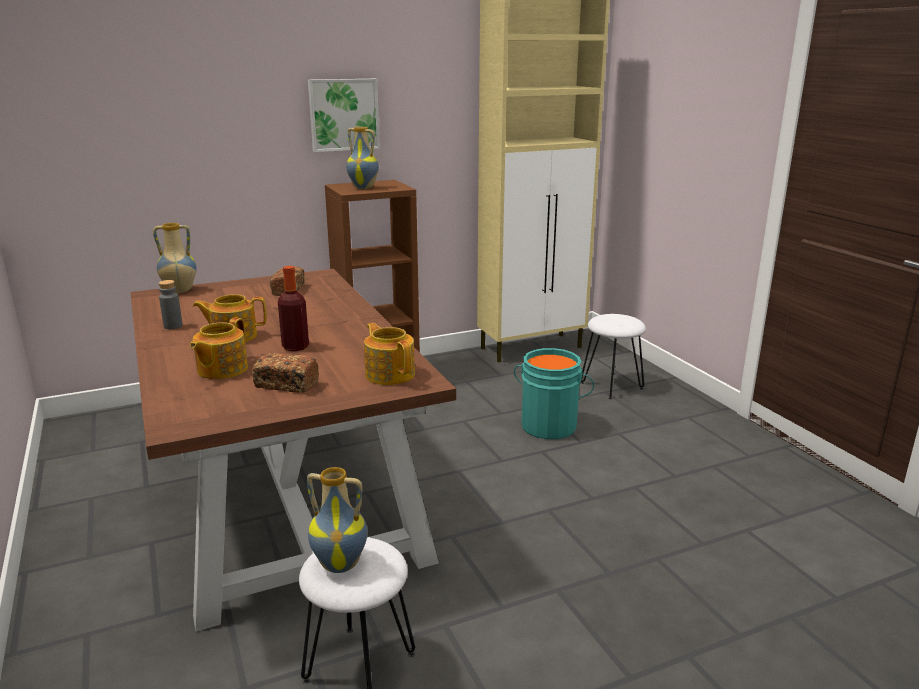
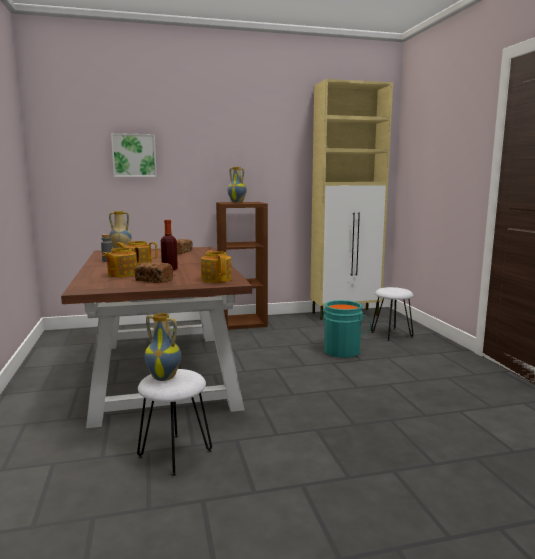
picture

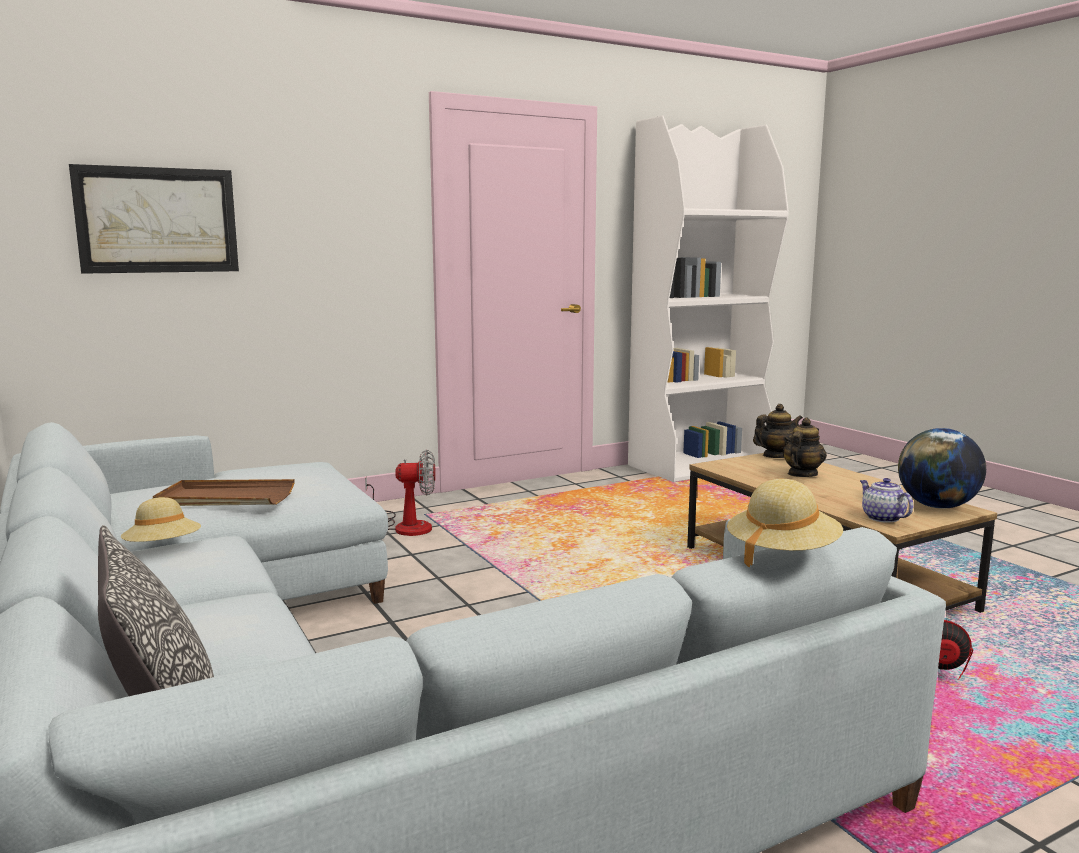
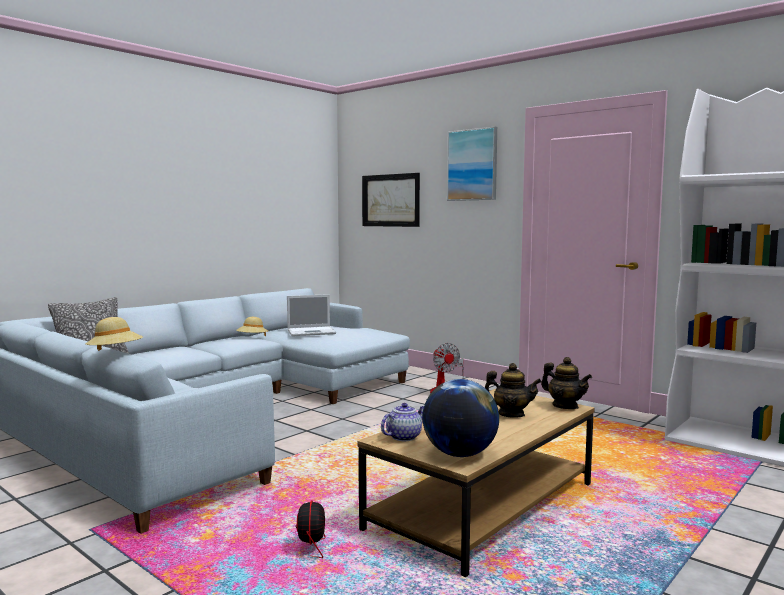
portable computer
picture (no. 2 from left)

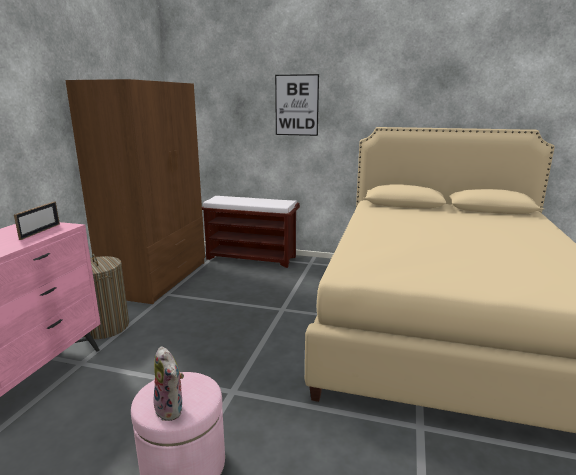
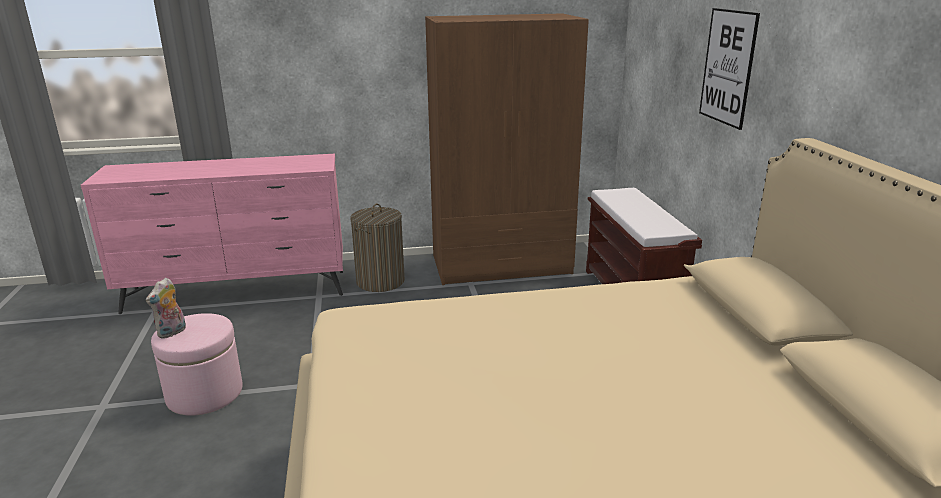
photo frame

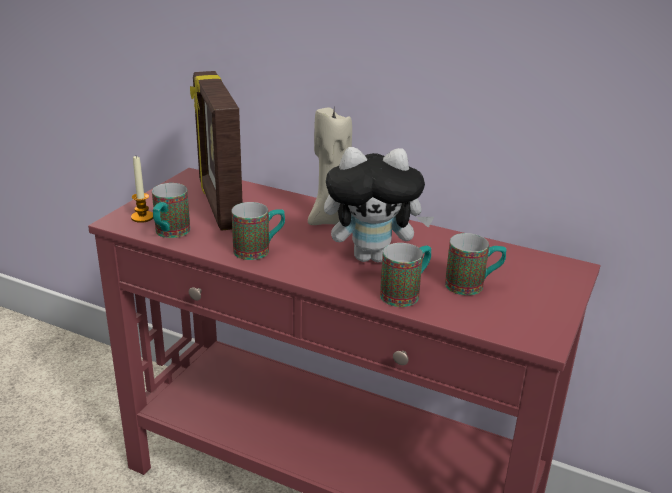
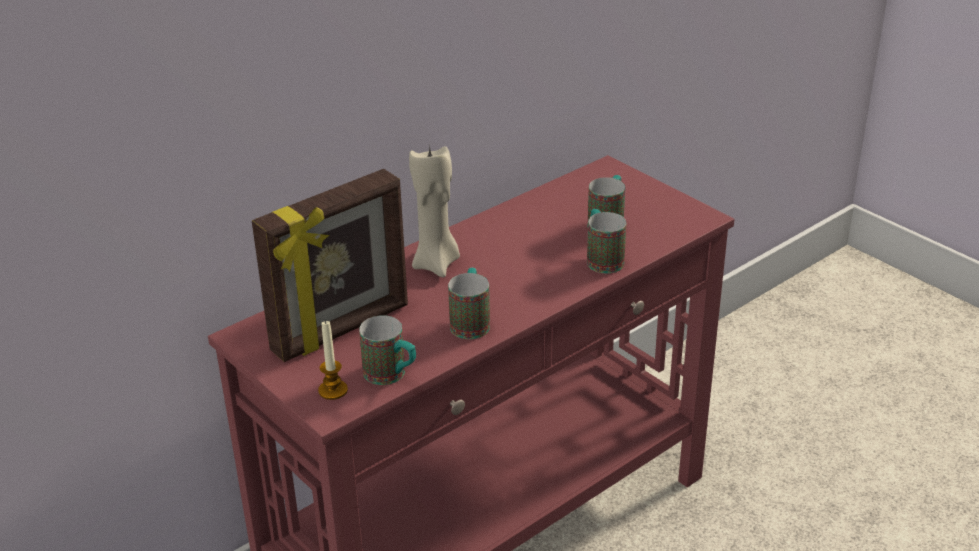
photo frame
soft toy

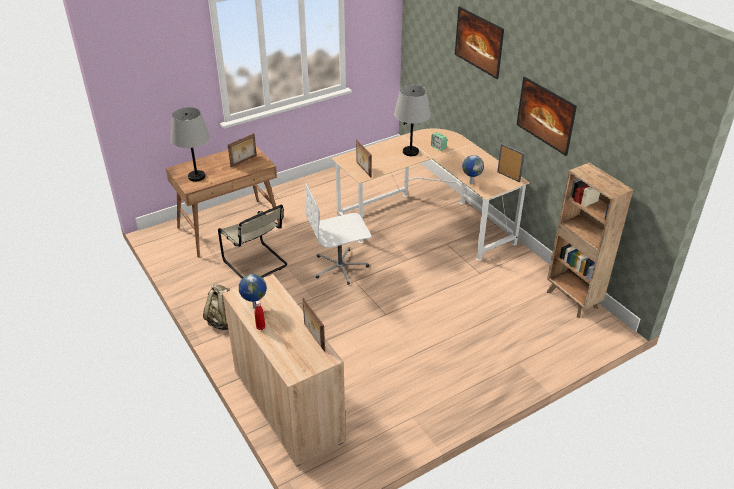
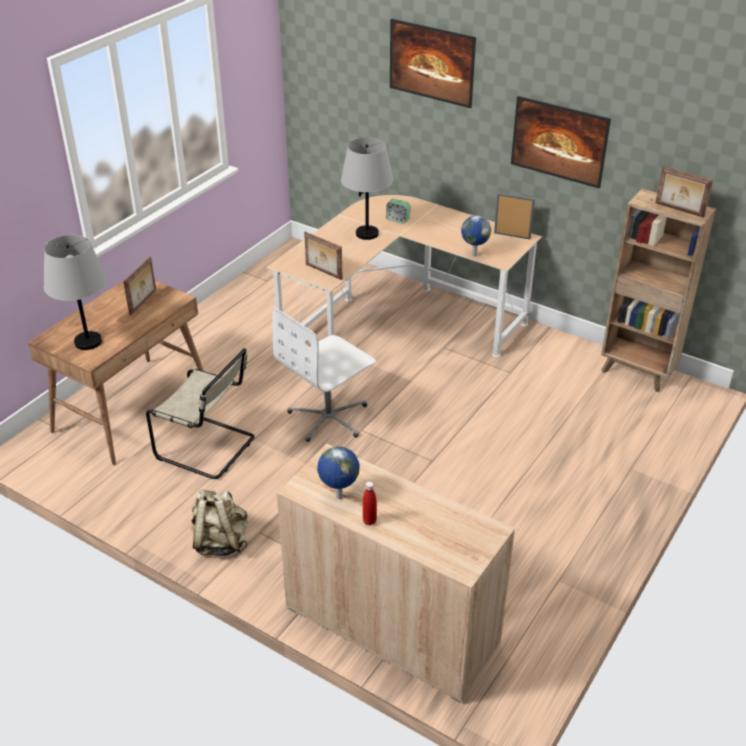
photo frame (no. 4 from left)

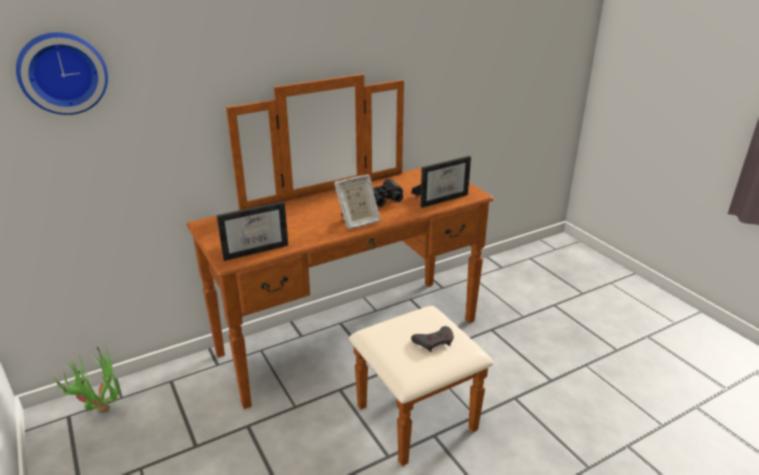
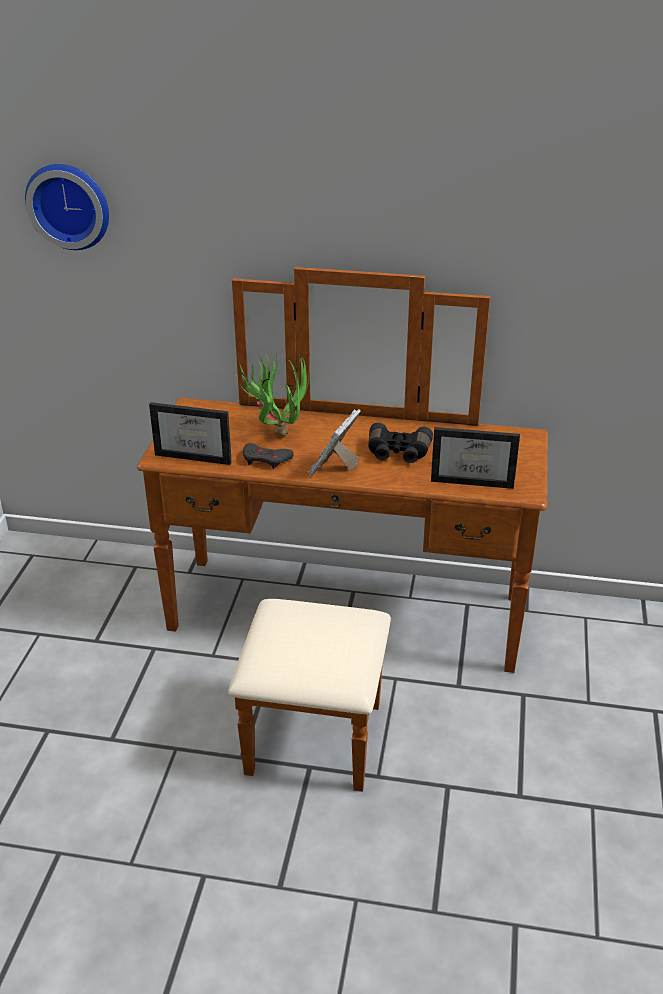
photo frame (no. 2 from left)
grey joypad
potted plant

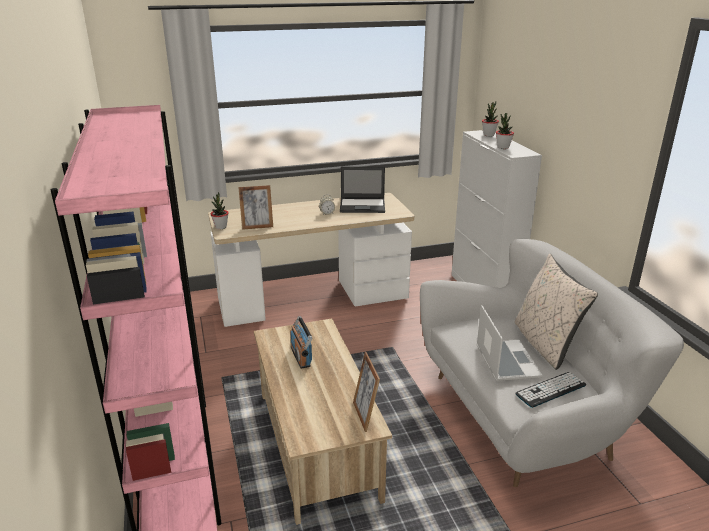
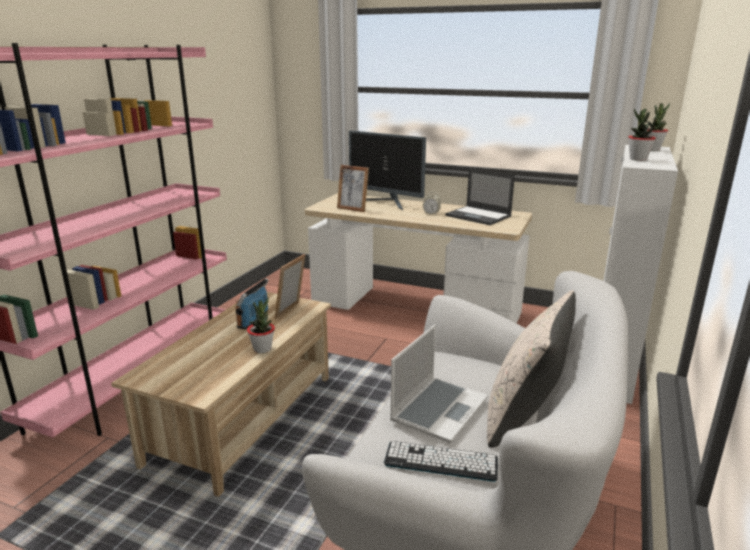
potted plant (no. 1 from left)
photo frame (no. 1 from left)
monitor

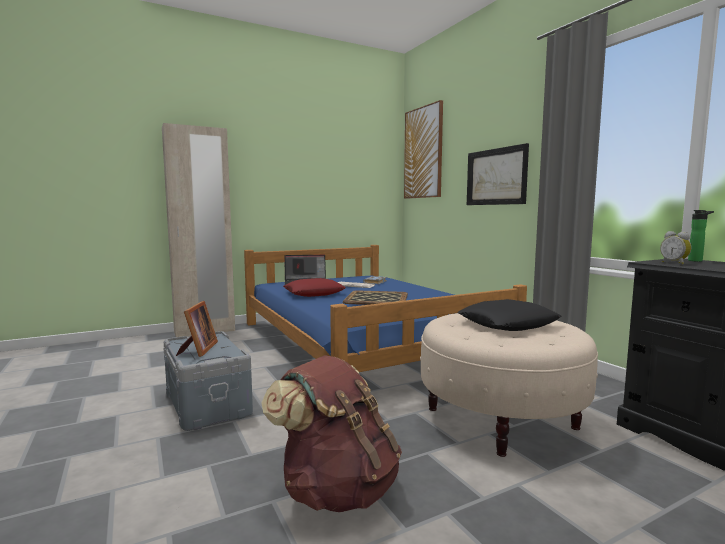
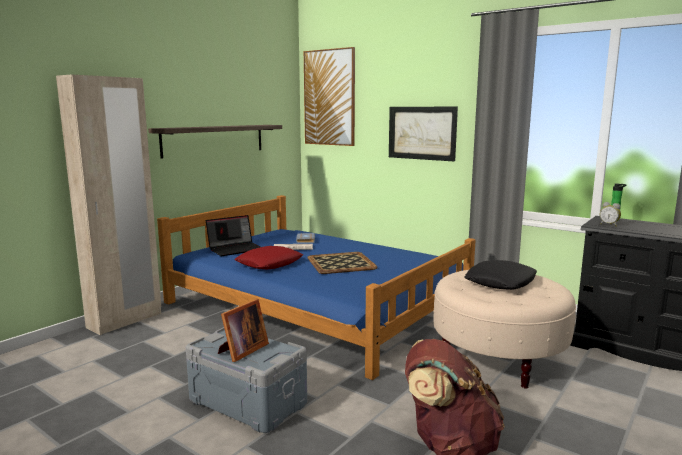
photo frame
shelf

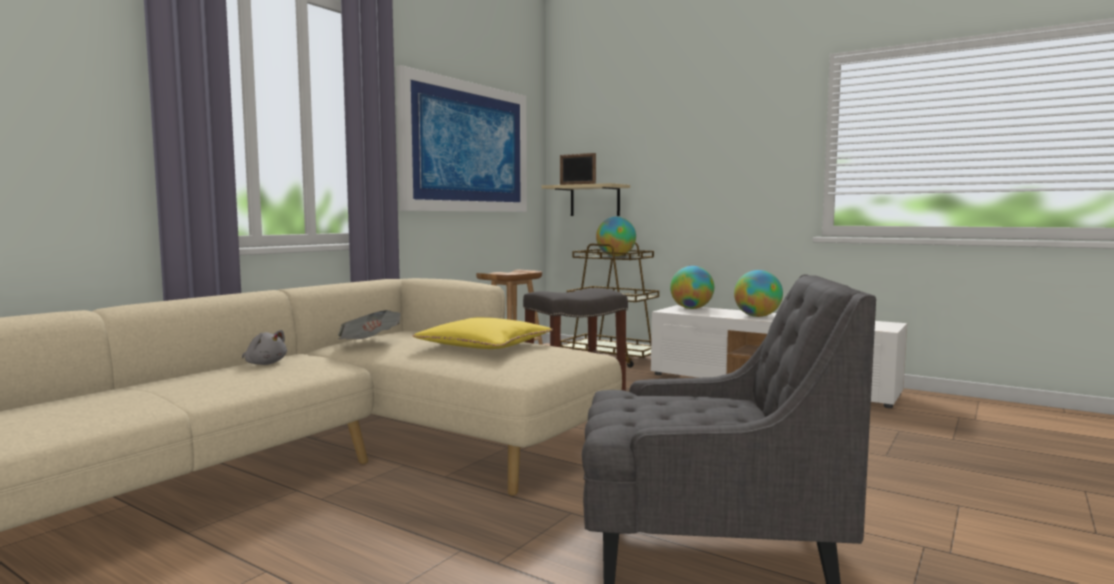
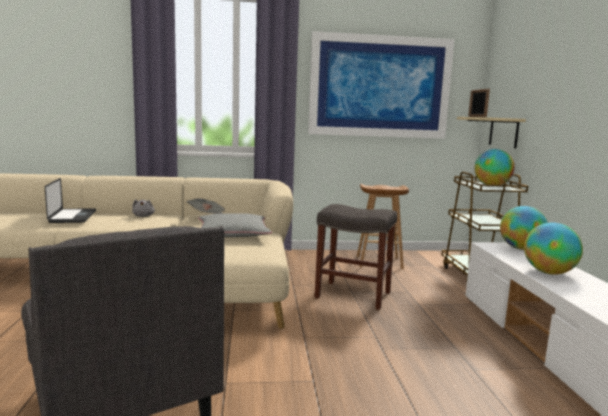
grey pillow
portable computer

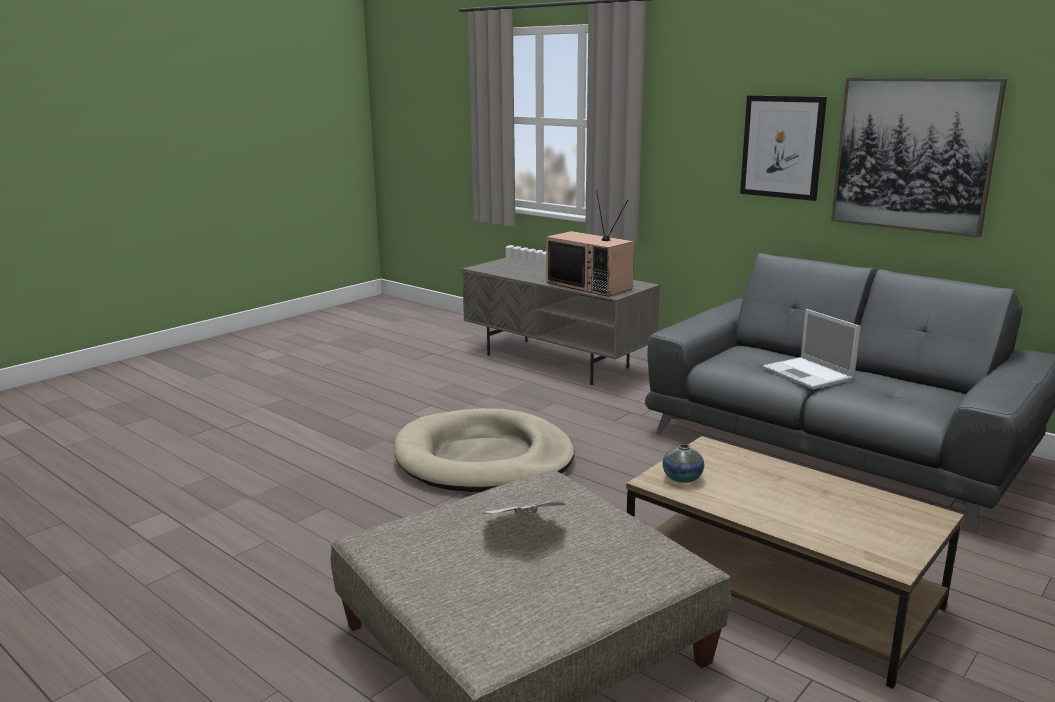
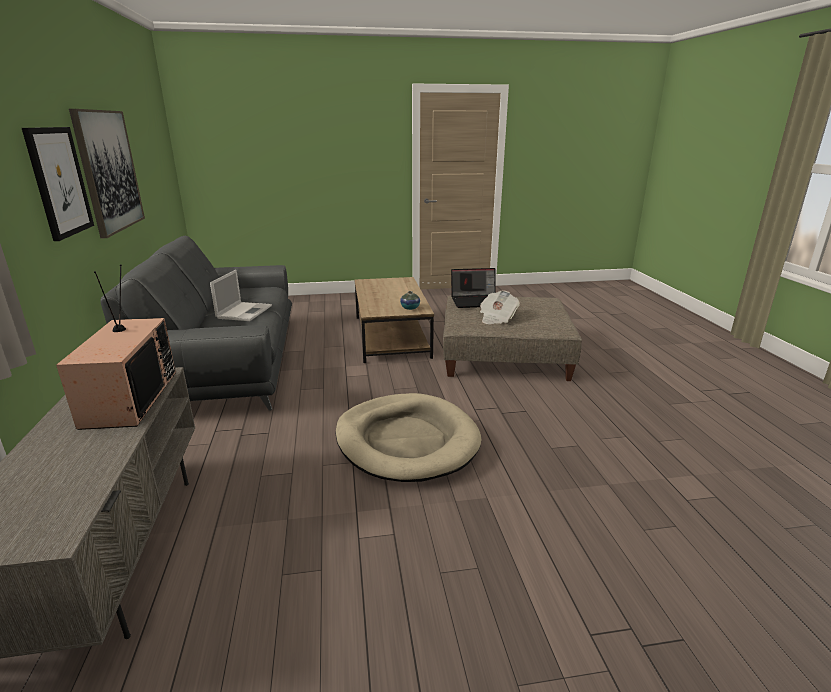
portable computer (no. 2 from left)

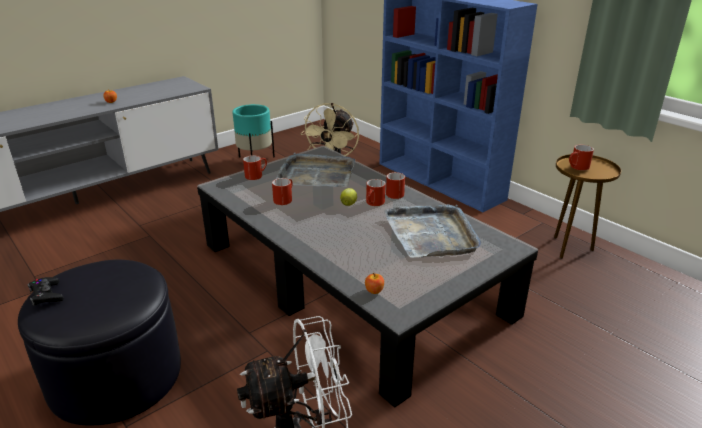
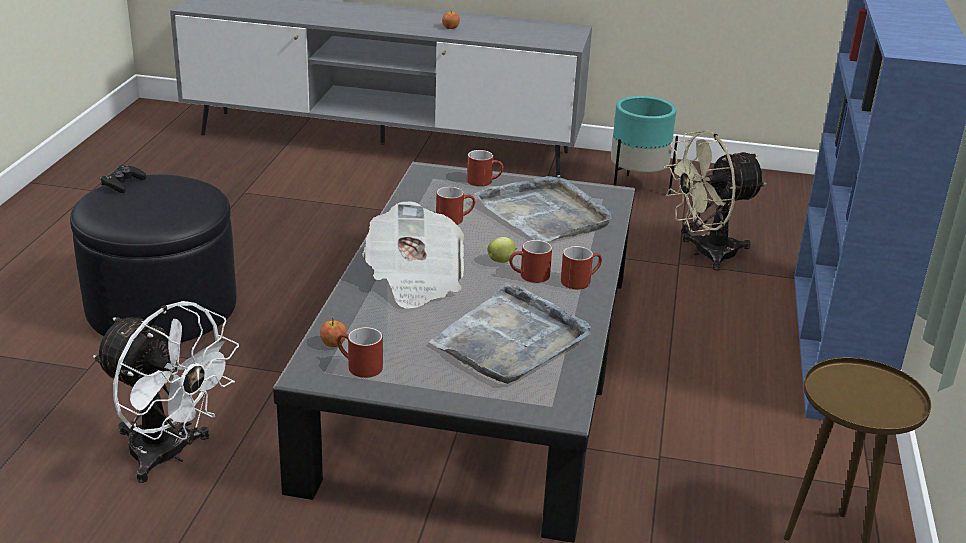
red-coloured mug (no. 1 from left)
printed paper

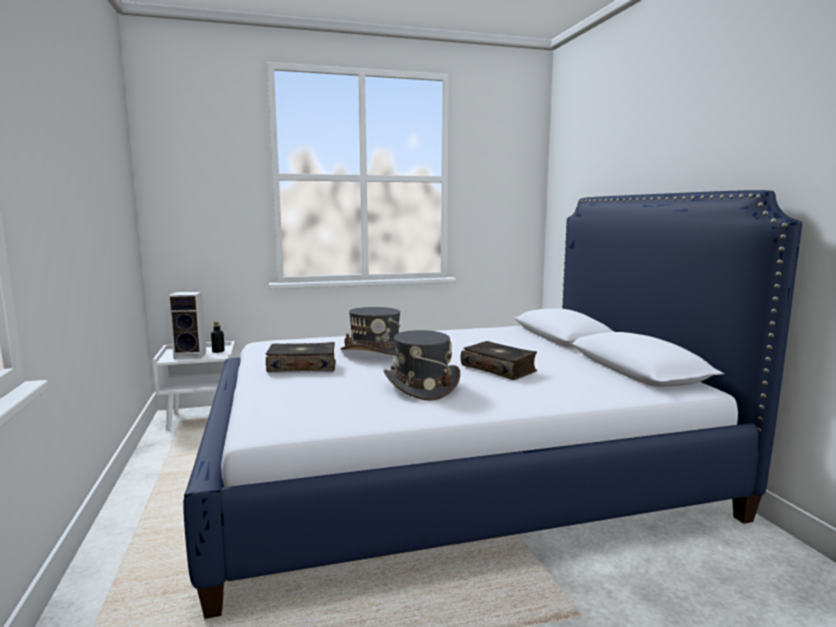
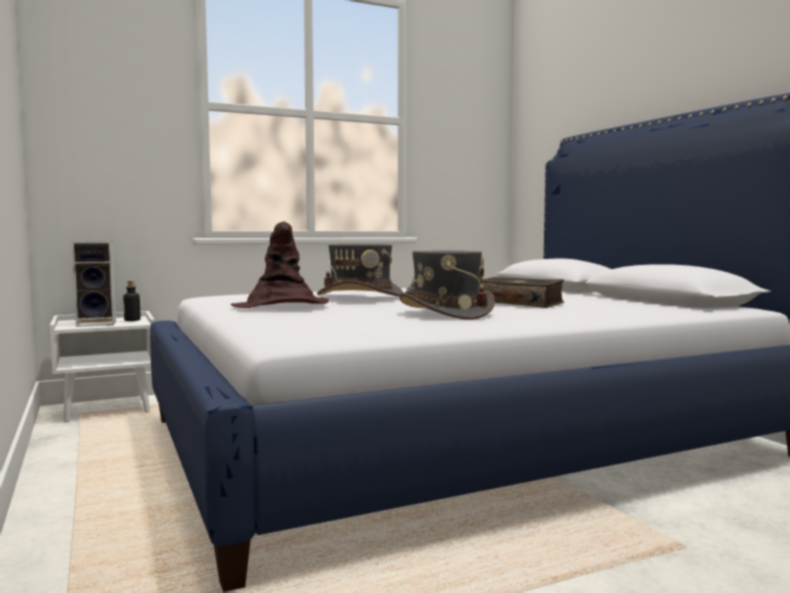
brown-coloured clothing hat

